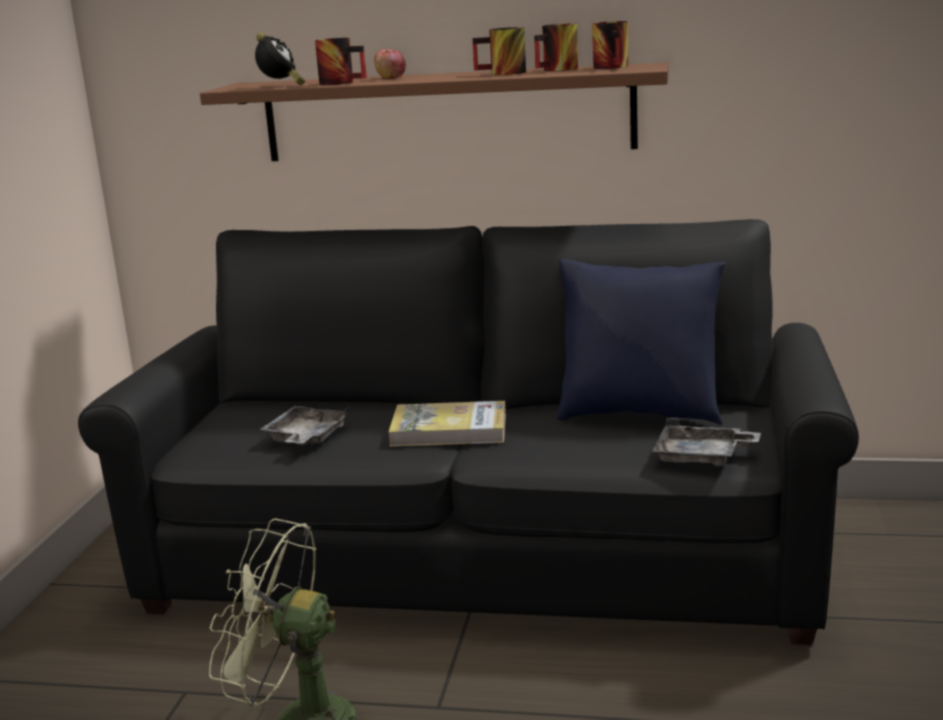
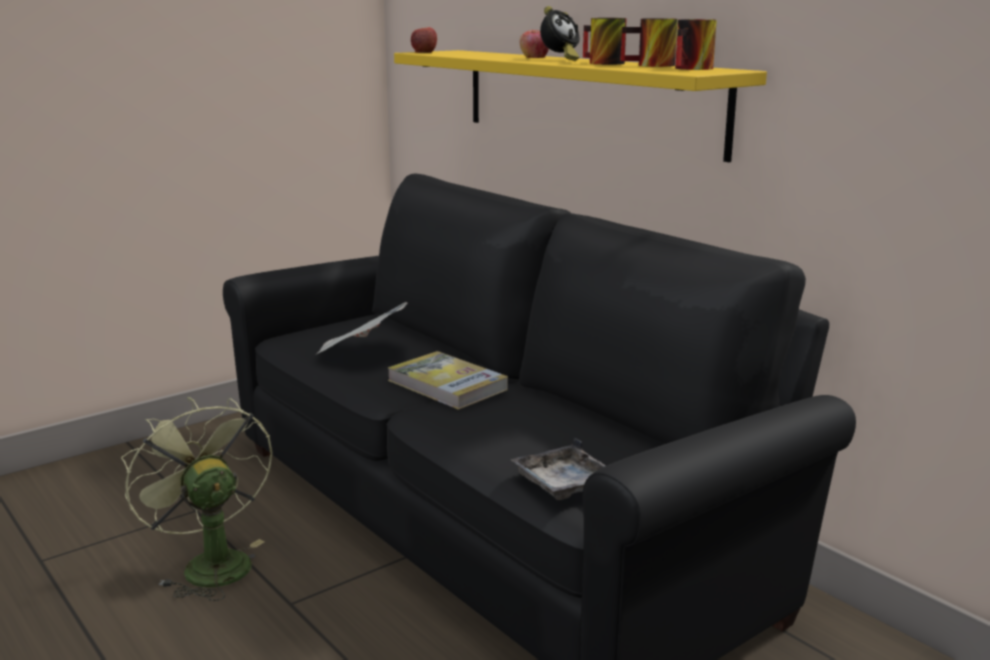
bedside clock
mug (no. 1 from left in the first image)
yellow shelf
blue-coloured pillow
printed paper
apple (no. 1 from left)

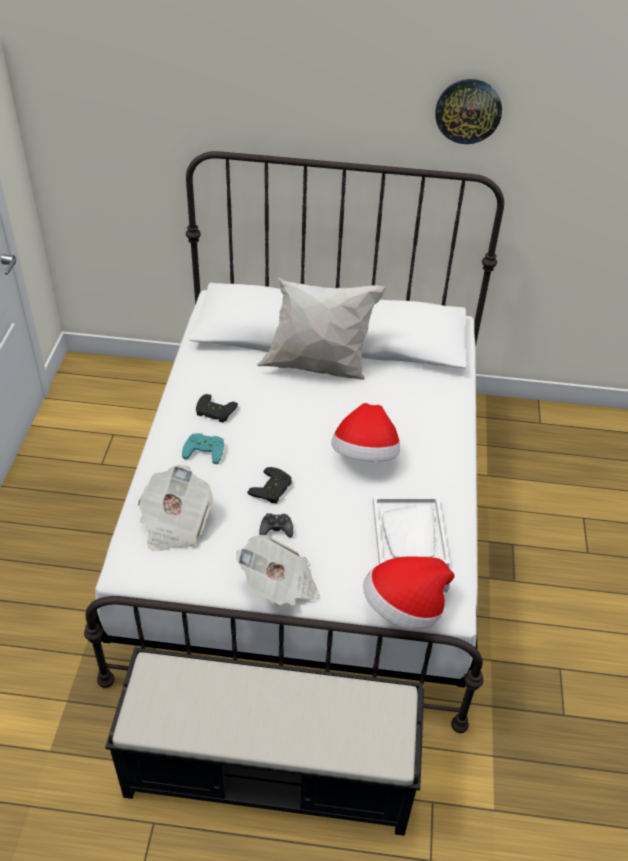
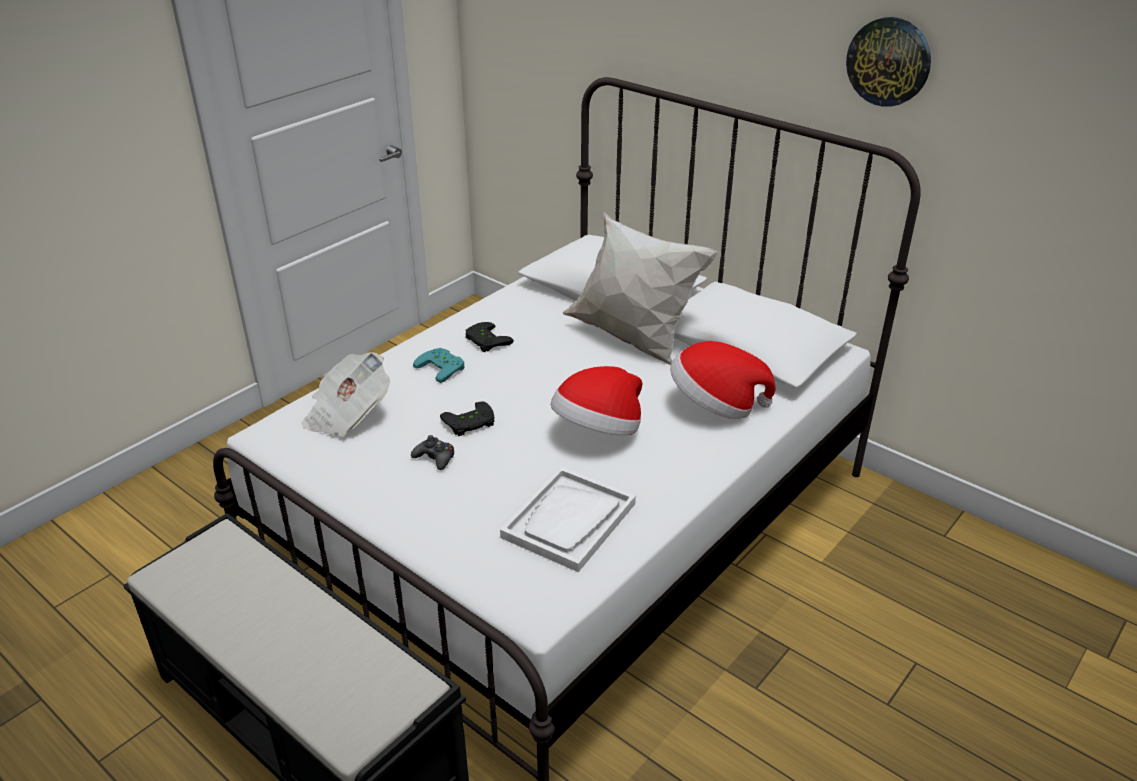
printed paper (no. 2 from left in the first image)
clothing hat (no. 2 from left)

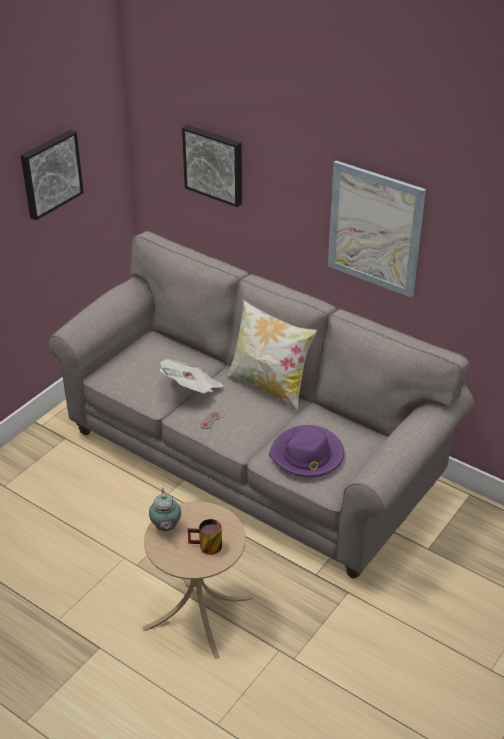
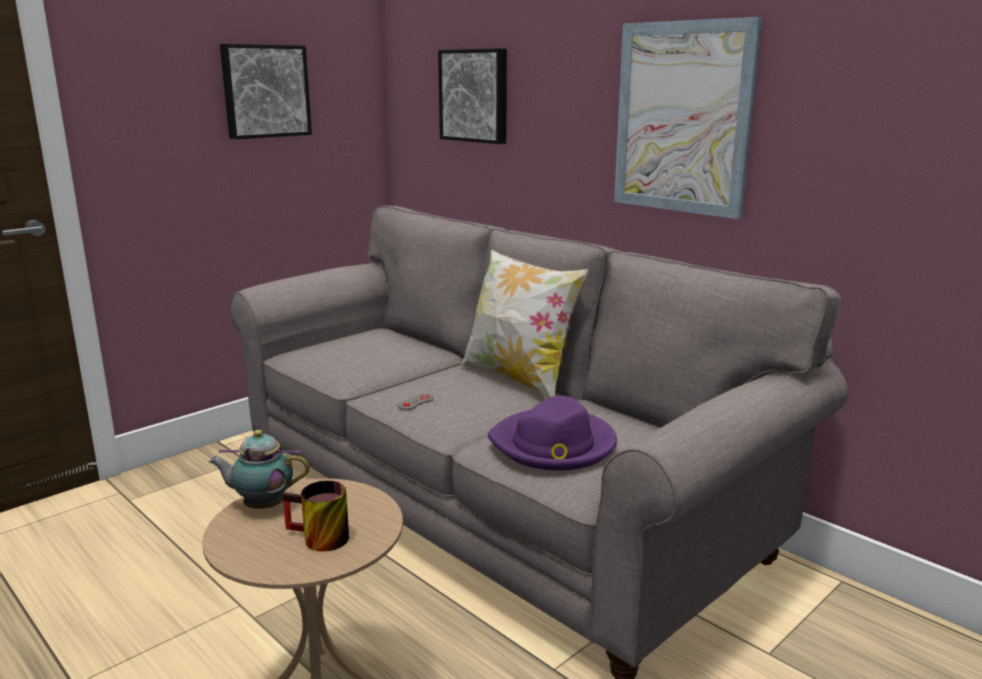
printed paper
teapot

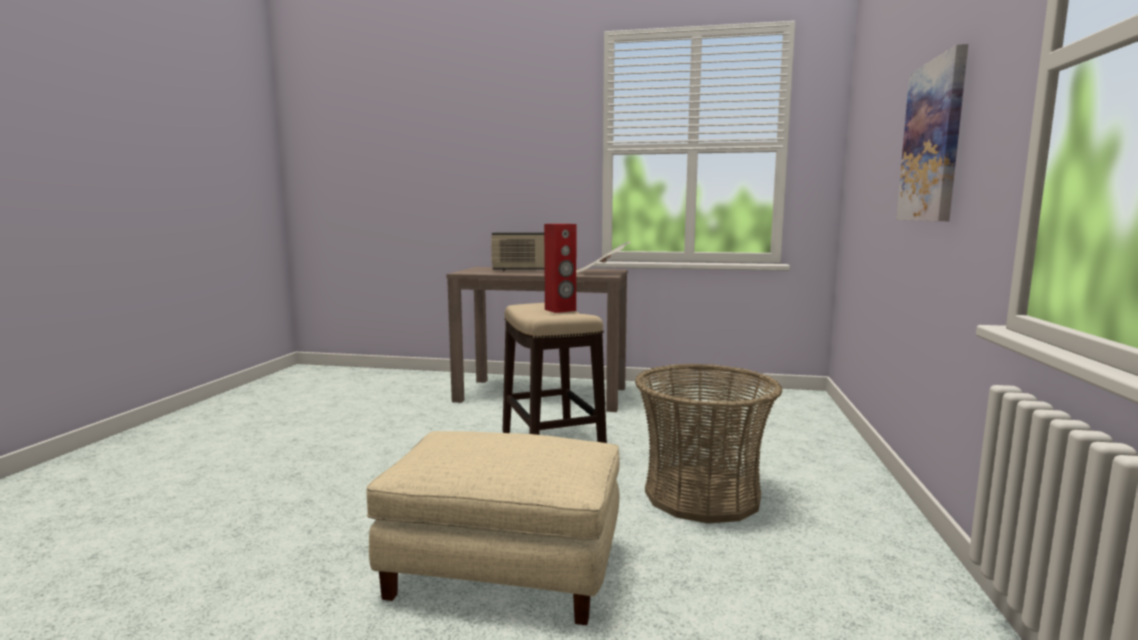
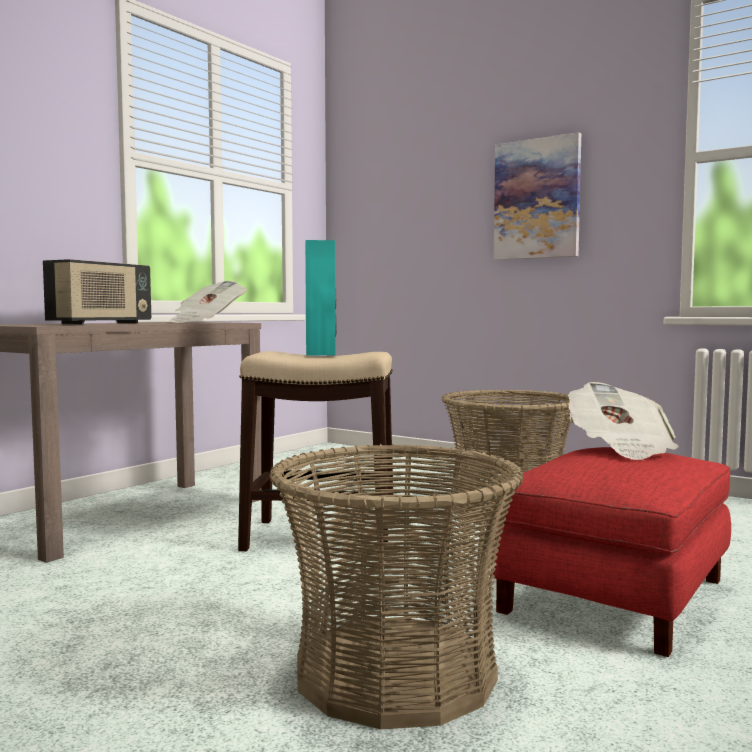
turquoise-coloured speaker
red-coloured pouffe
printed paper (no. 2 from left)
storage basket (no. 1 from left)

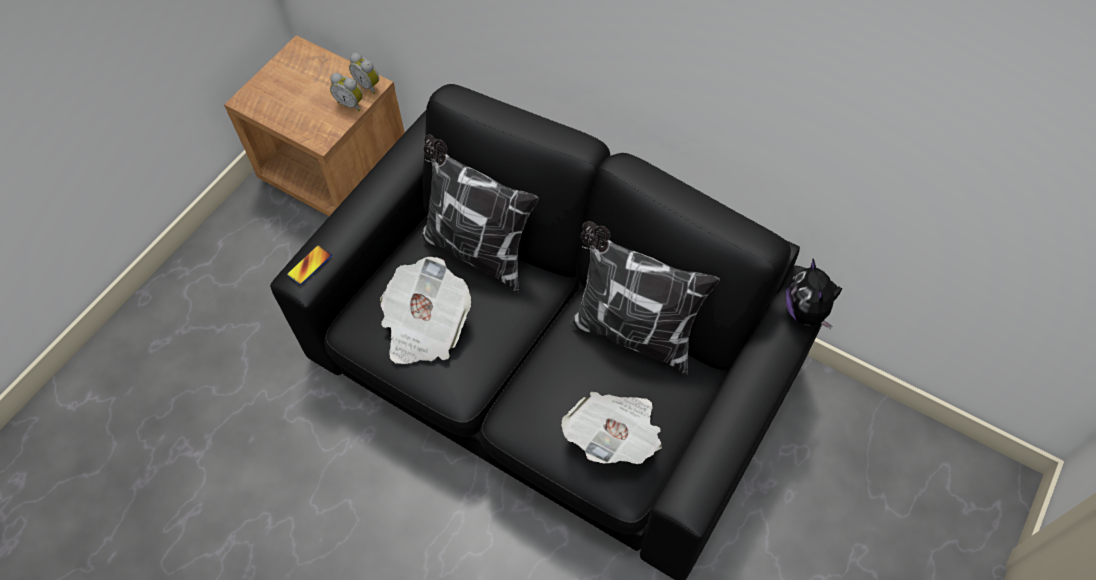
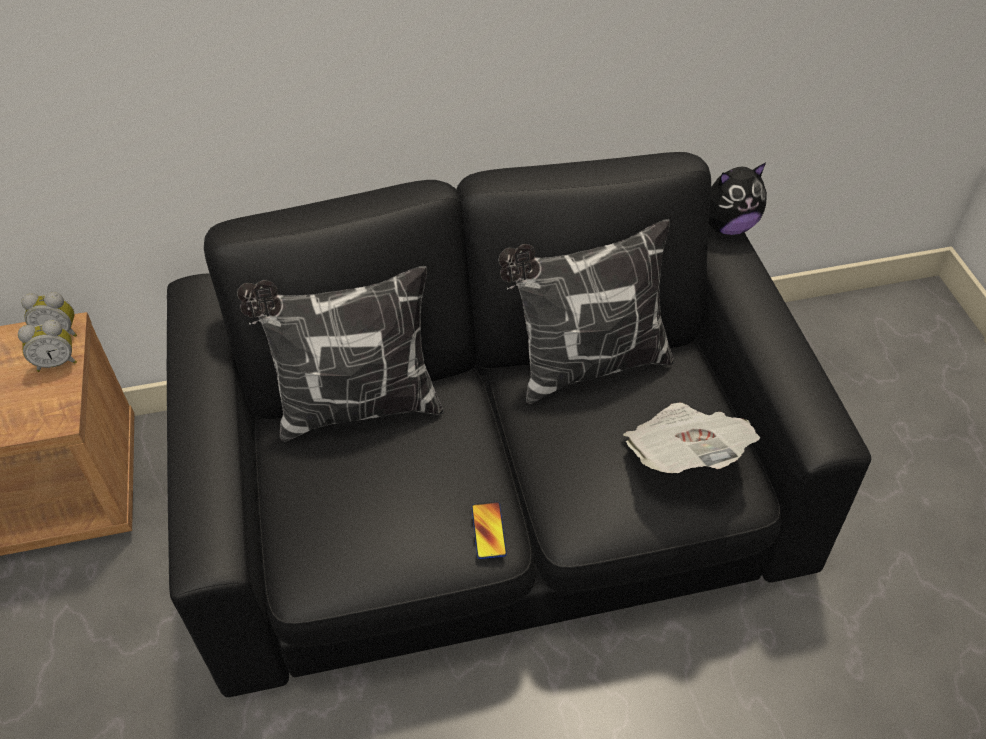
handset
printed paper (no. 1 from left in the first image)
soft toy

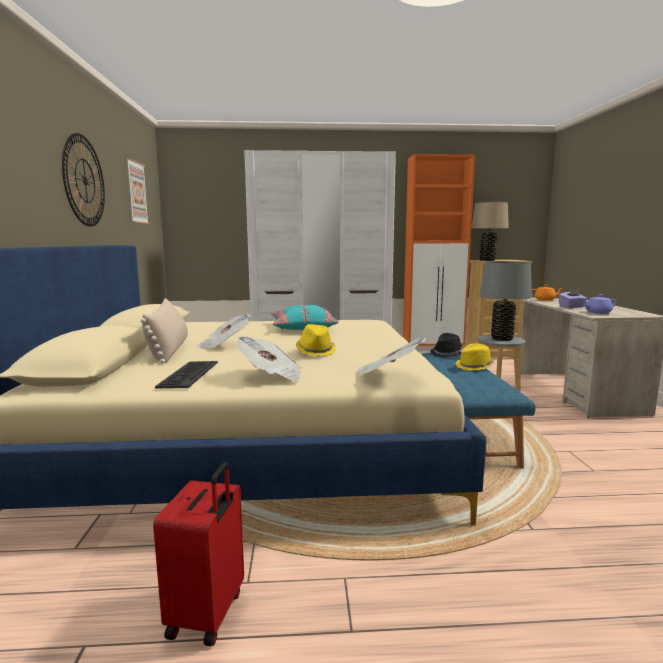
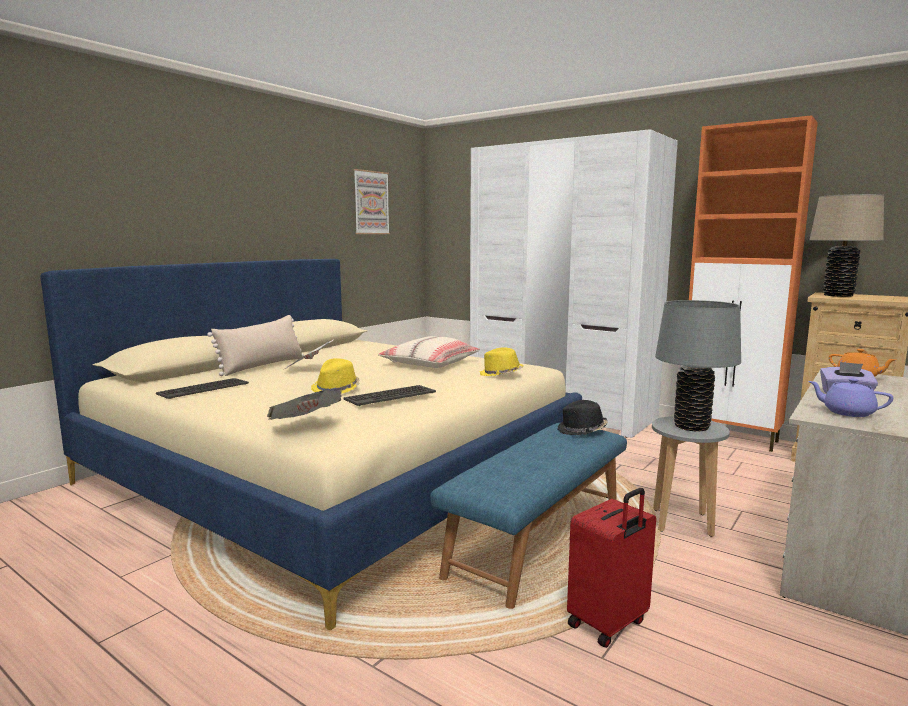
clock on the wall
sand-coloured pillow (no. 2 from left)
printed paper (no. 2 from left in the first image)
yellow clothing hat (no. 2 from left)
red-coloured piece of luggage
PC keyboard (no. 2 from left)

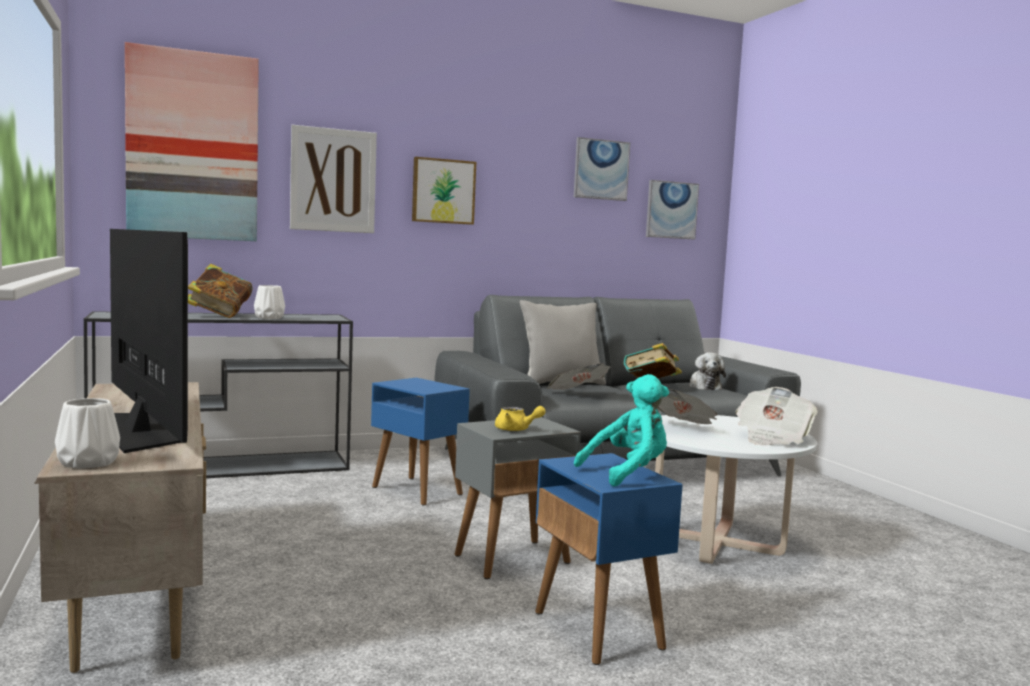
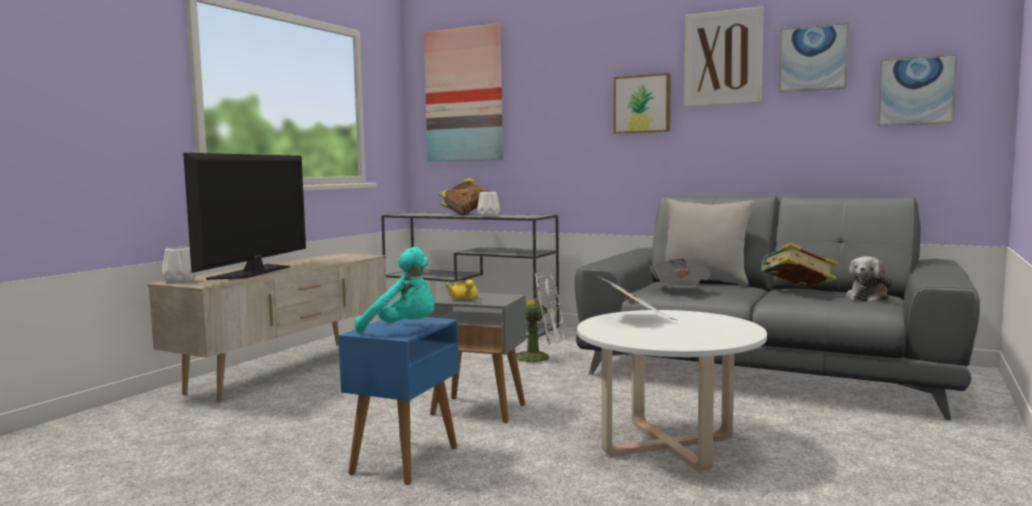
picture (no. 3 from left)
whitish electric fan
printed paper (no. 3 from left in the first image)

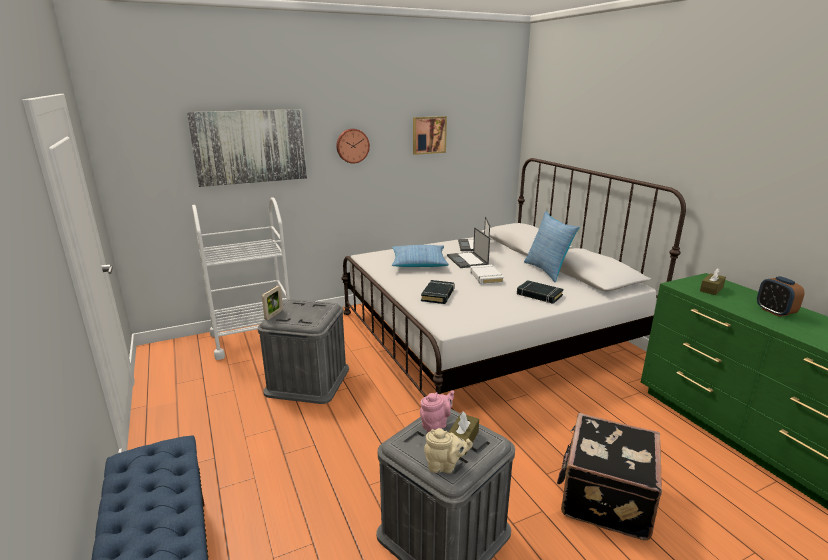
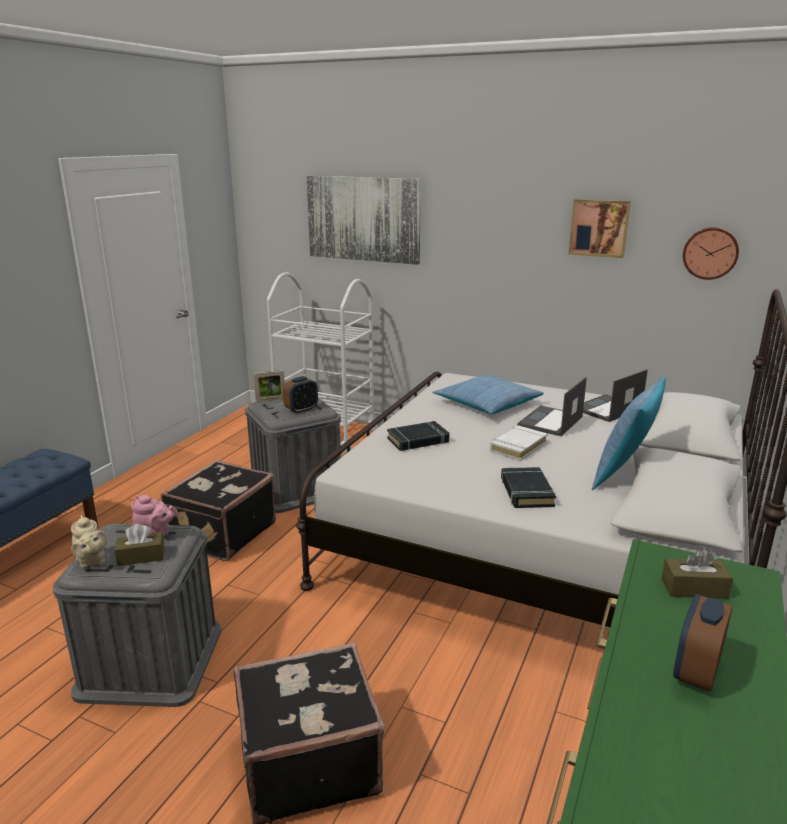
clock on the wall
bedside clock (no. 1 from left)
blackish piece of luggage (no. 1 from left)

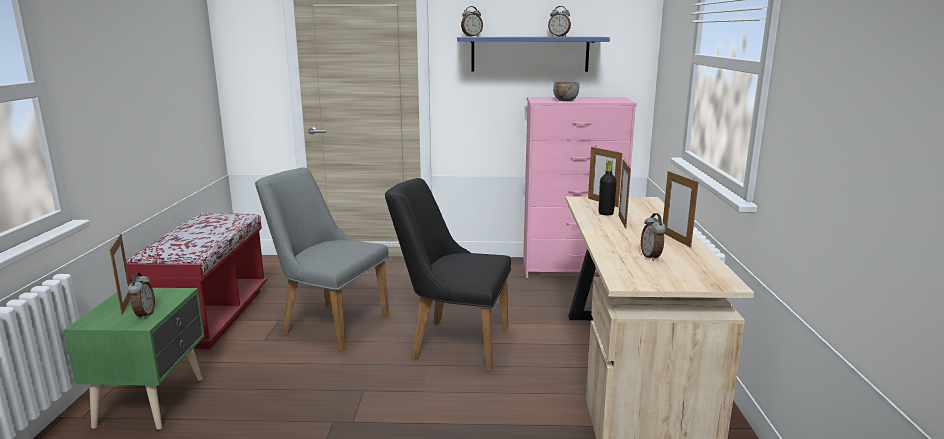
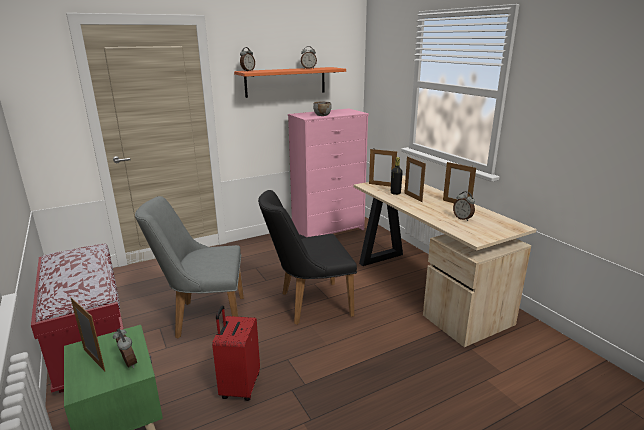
orangey shelf
red-coloured piece of luggage

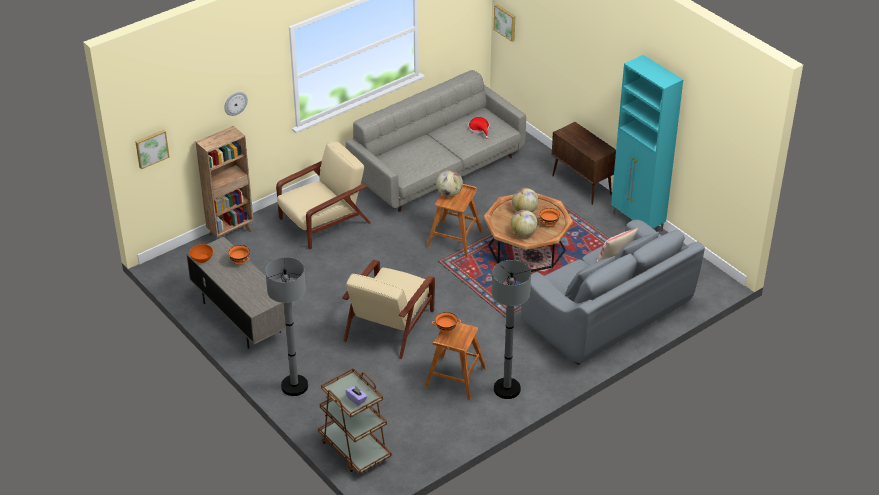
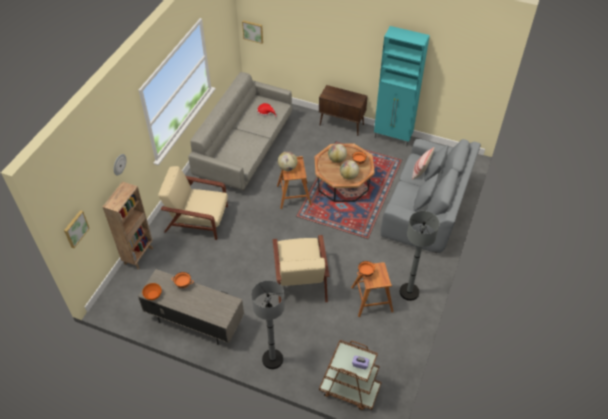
sand-coloured armchair (no. 1 from left)

